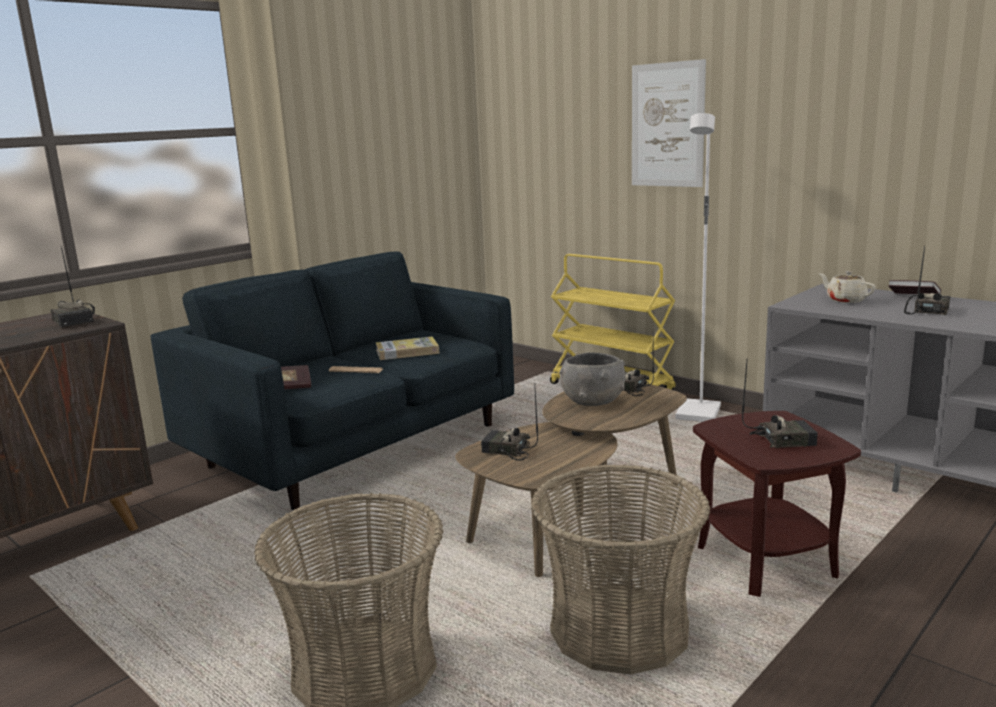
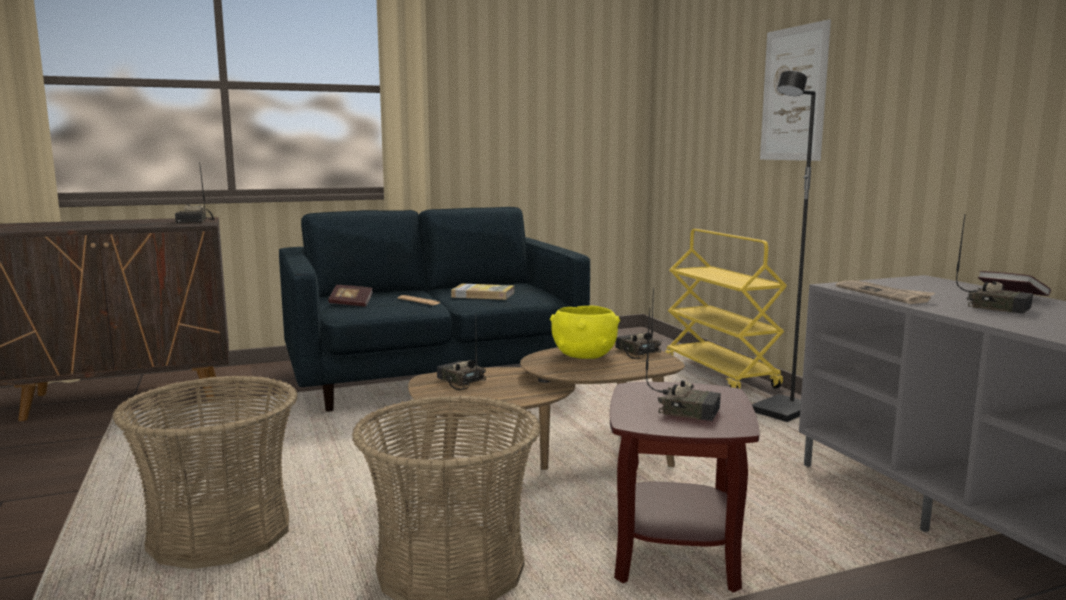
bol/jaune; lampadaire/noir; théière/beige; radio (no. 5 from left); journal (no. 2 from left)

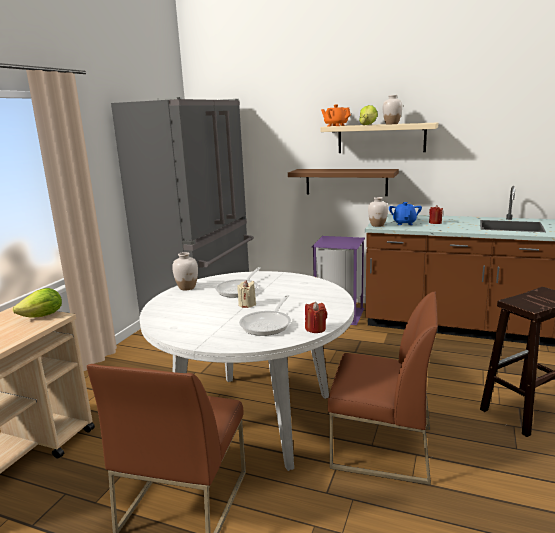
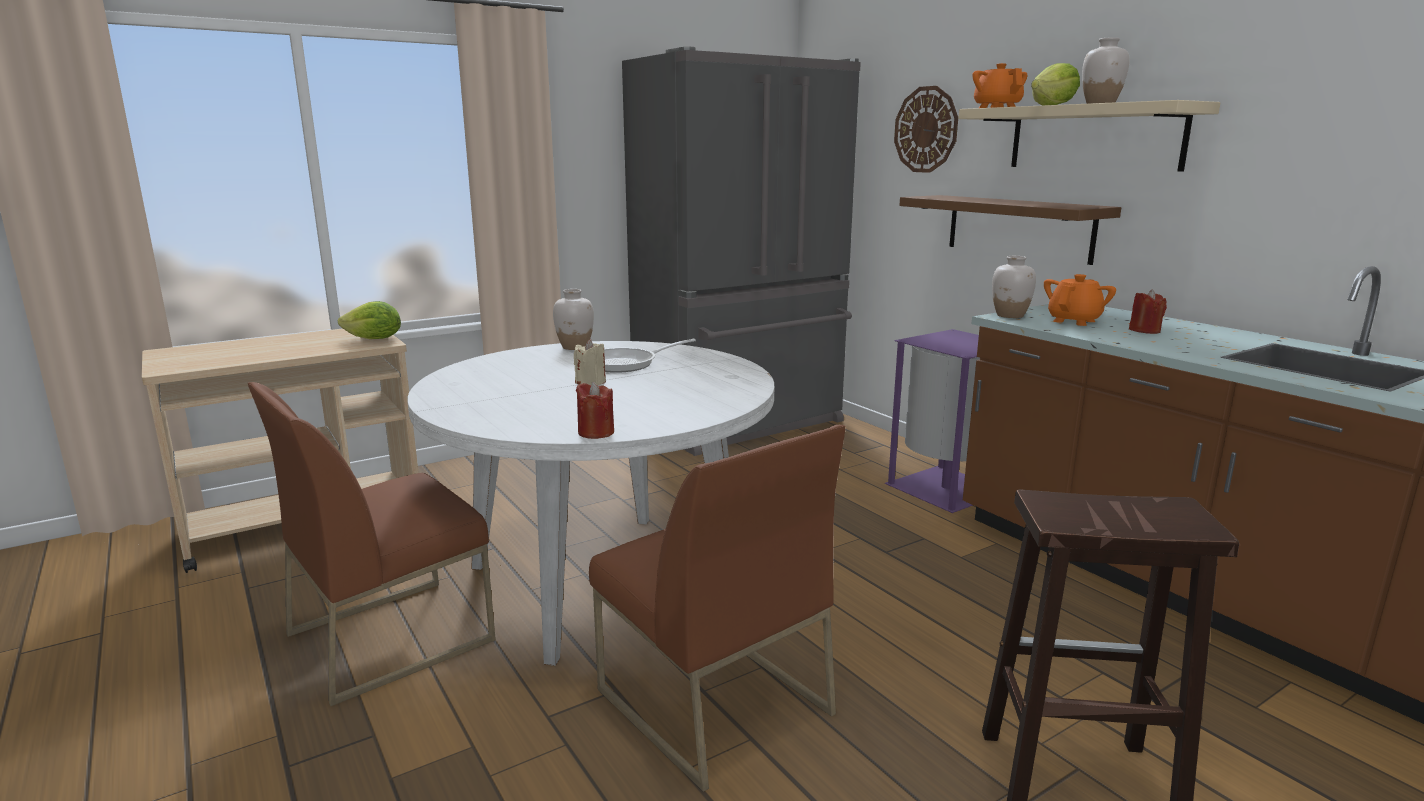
poêle (no. 2 from left in the first image); théière/orange (no. 2 from left); horloge murale

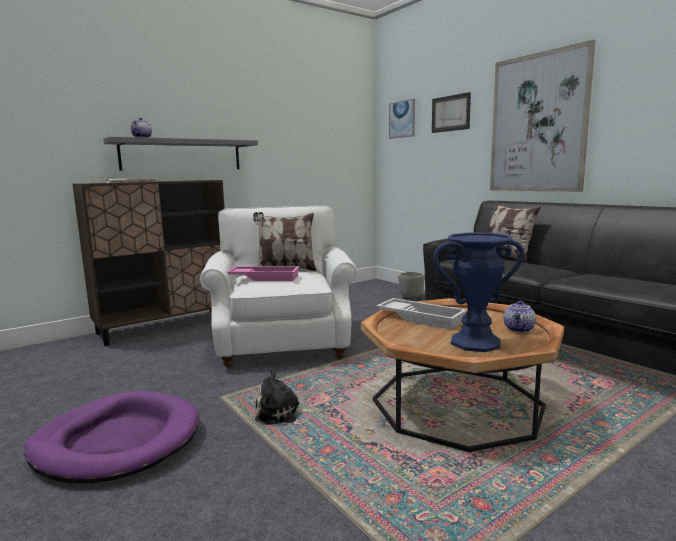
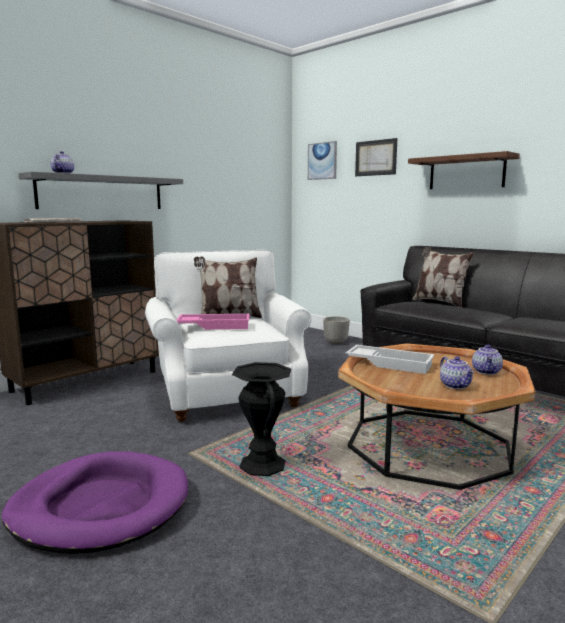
vase/noir; théière (no. 2 from left); étagère/marron

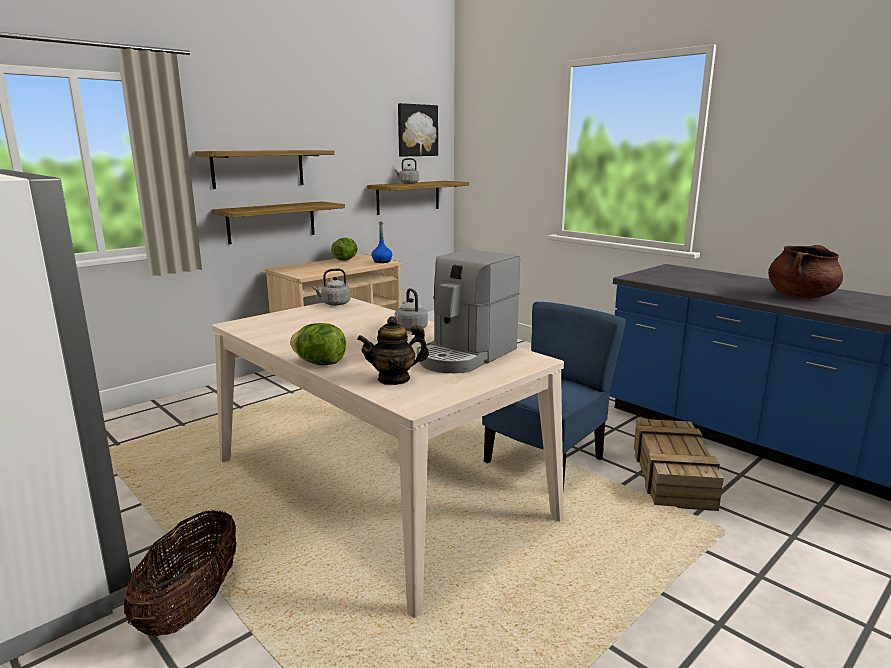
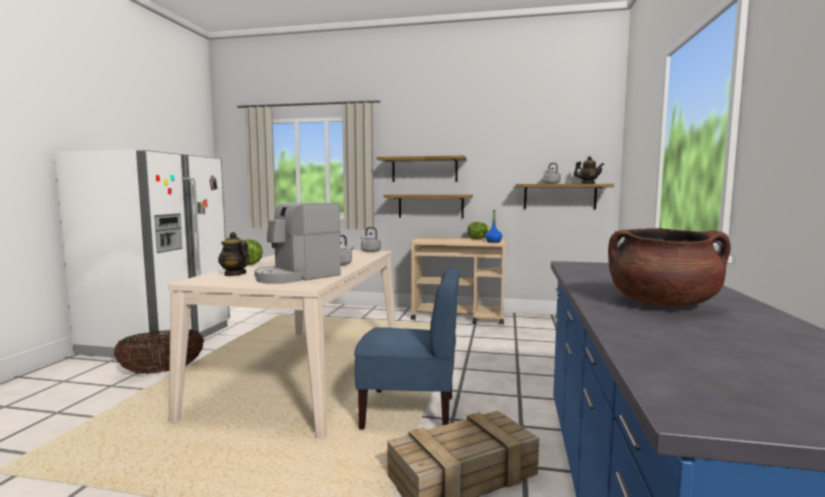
tableau; machine à café; théière (no. 2 from left)

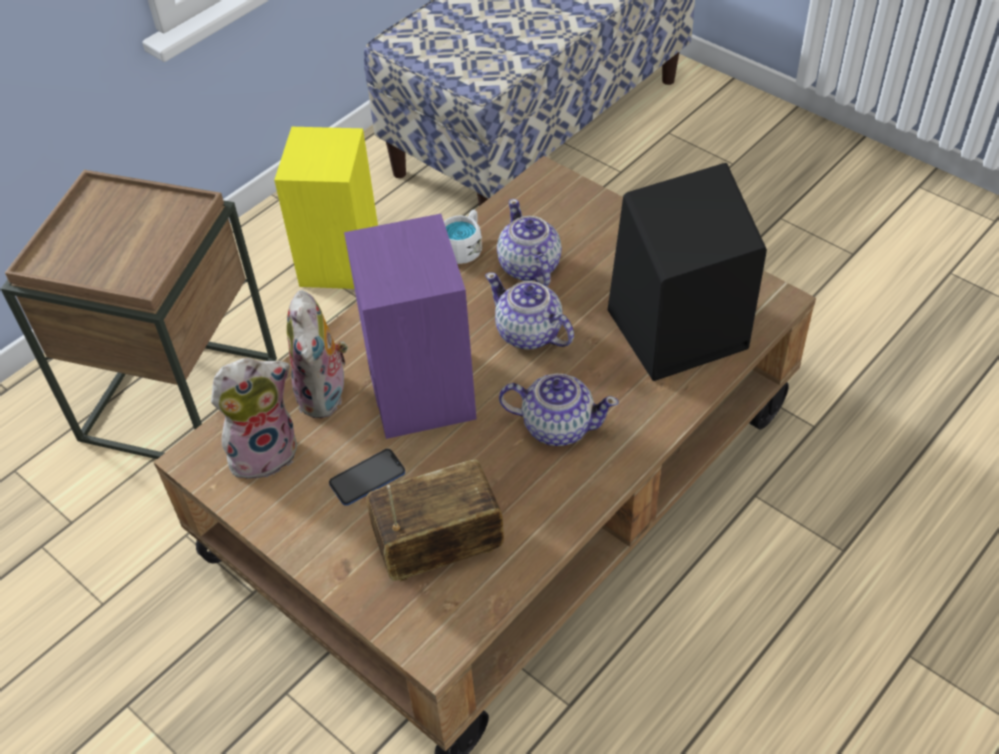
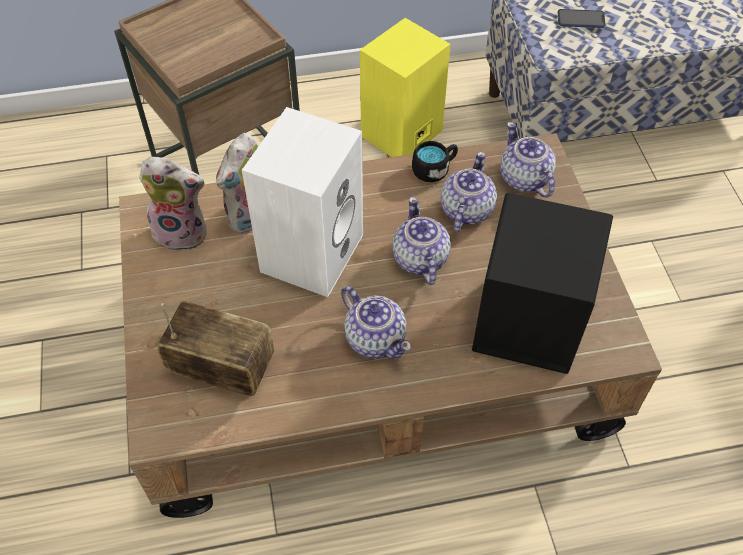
téléphone; enceinte/blanc; mug/noir; théière (no. 4 from left)

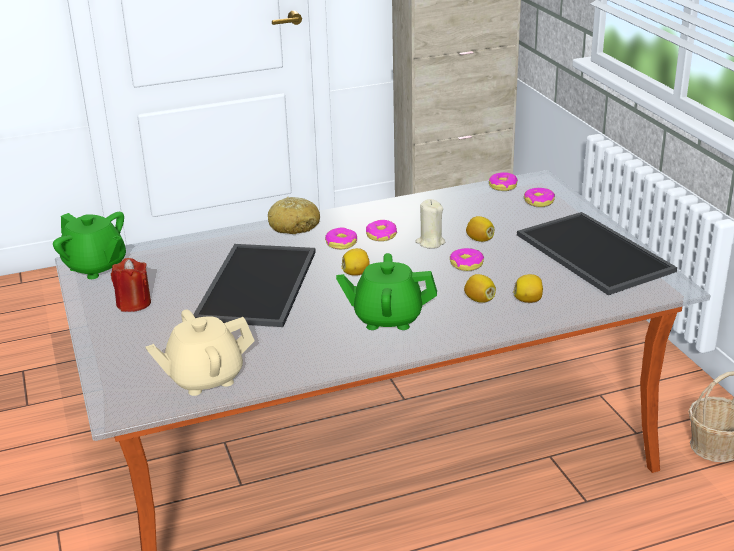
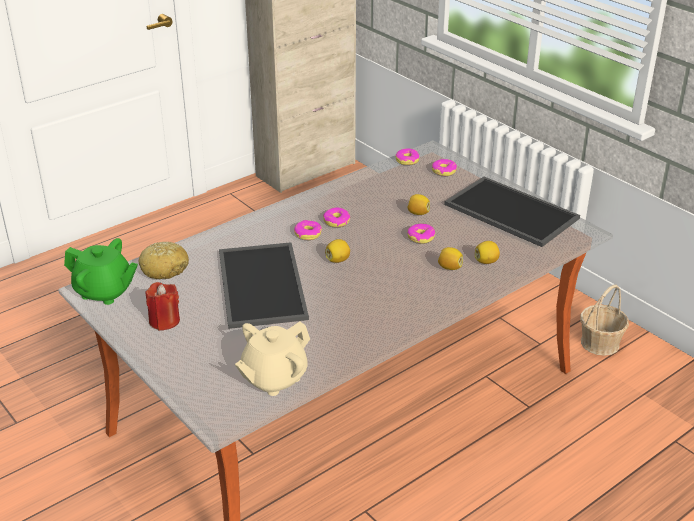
pain; théière/vert (no. 2 from left in the first image); bougie/beige

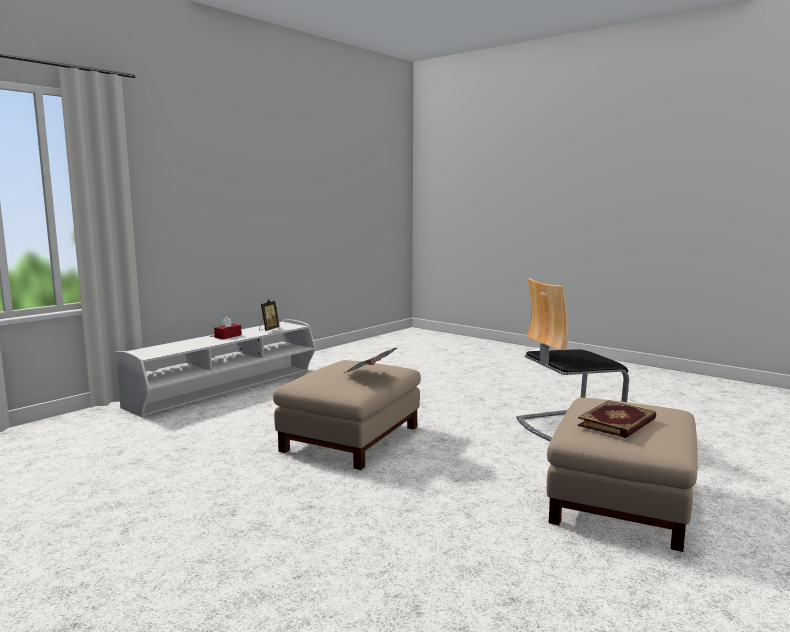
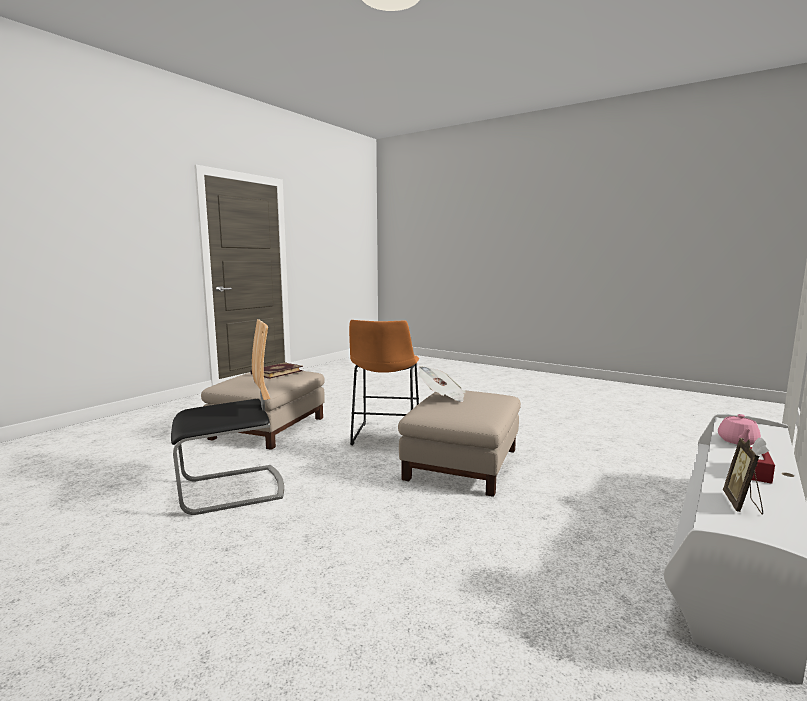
tabouret/orange; théière/rose

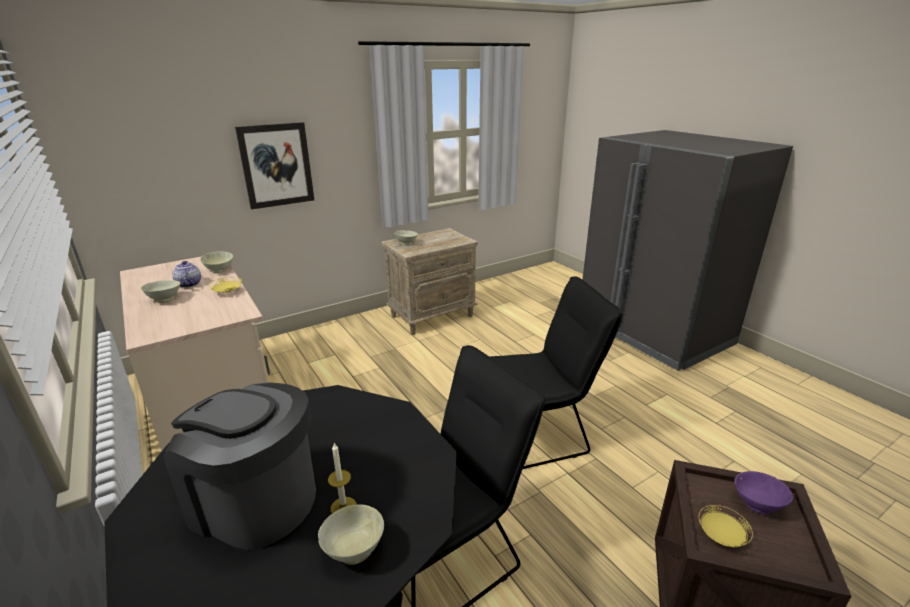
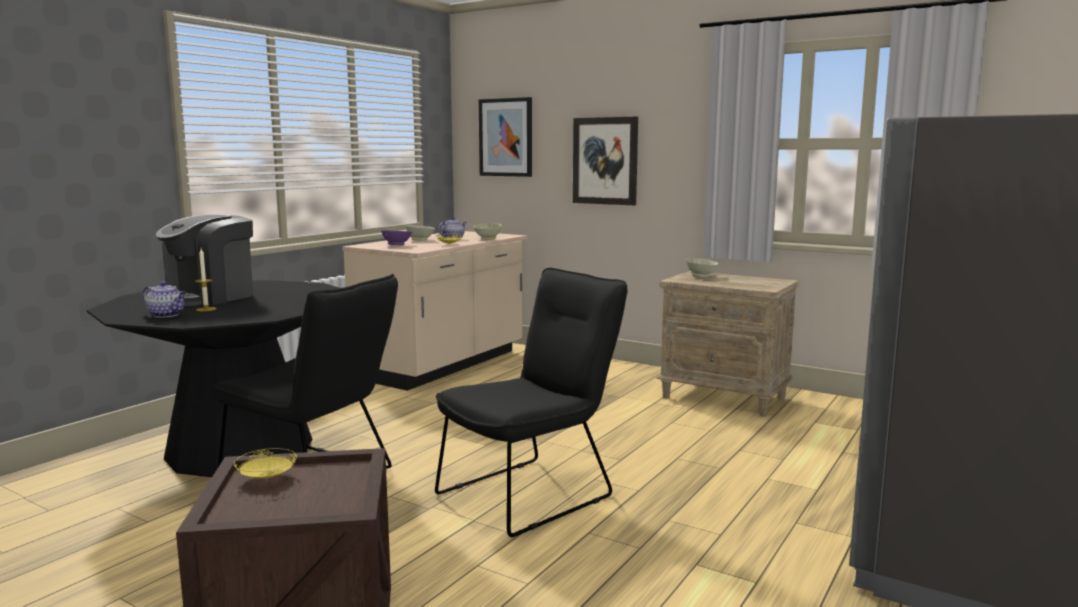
machine à café; théière (no. 1 from left); chaise/noir (no. 2 from left); bol/violet; tableau (no. 1 from left)

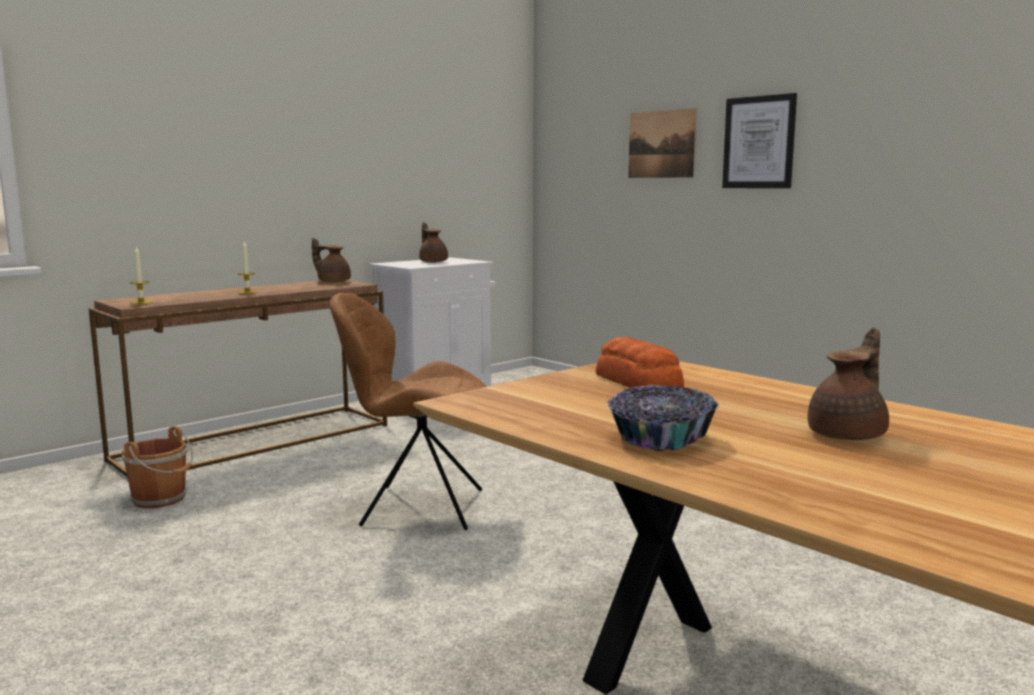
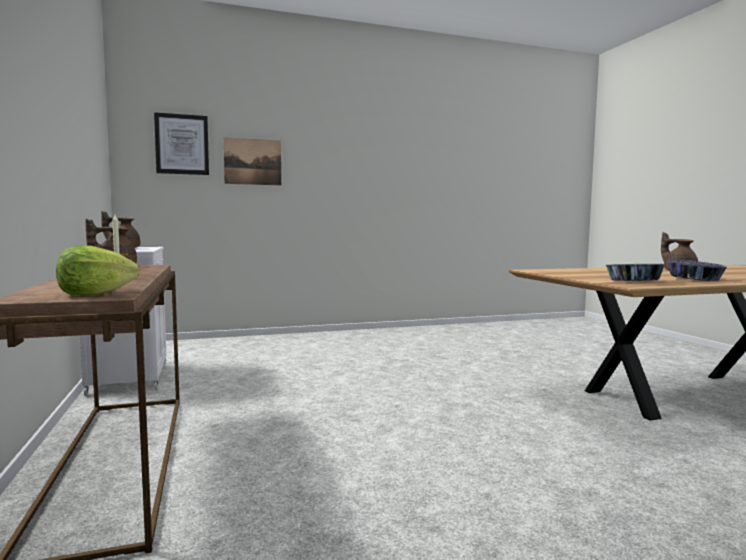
seau/marron; laitue; chaise/marron; pain; tableau (no. 1 from left); bol (no. 1 from left)

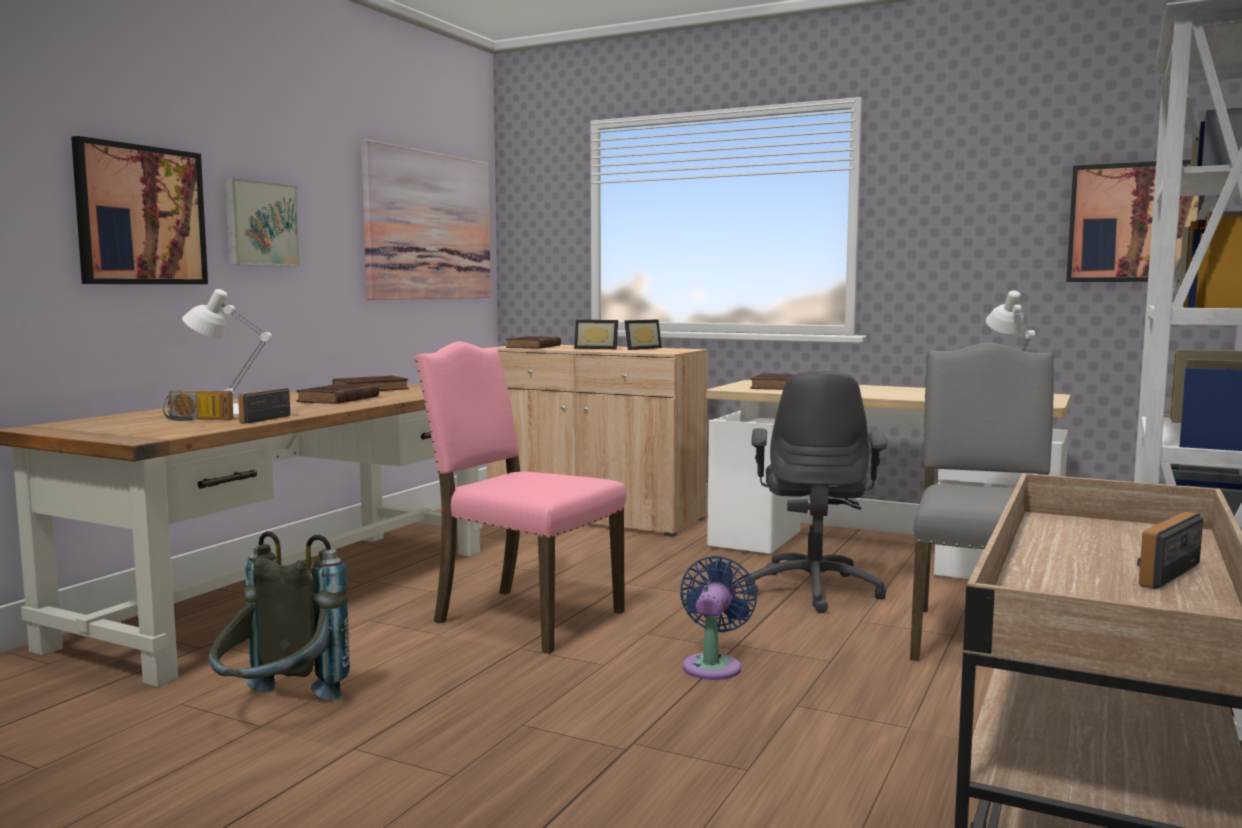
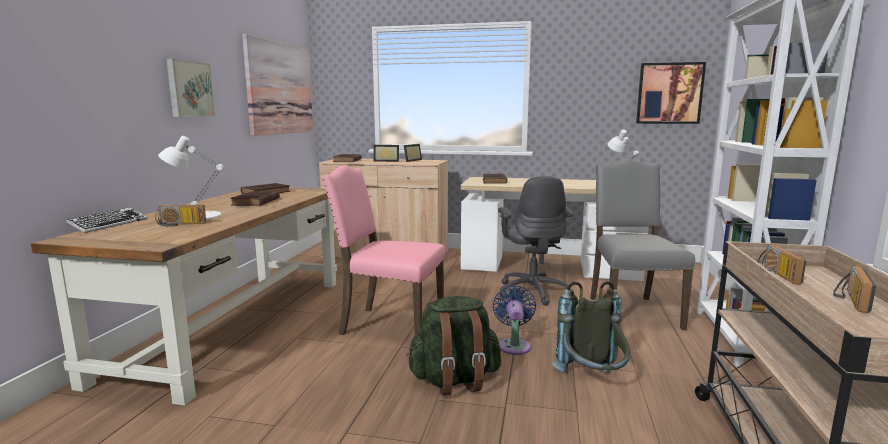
tableau (no. 1 from left in the first image); sac à dos/gris; radio (no. 2 from left); clavier; sac à dos/vert

